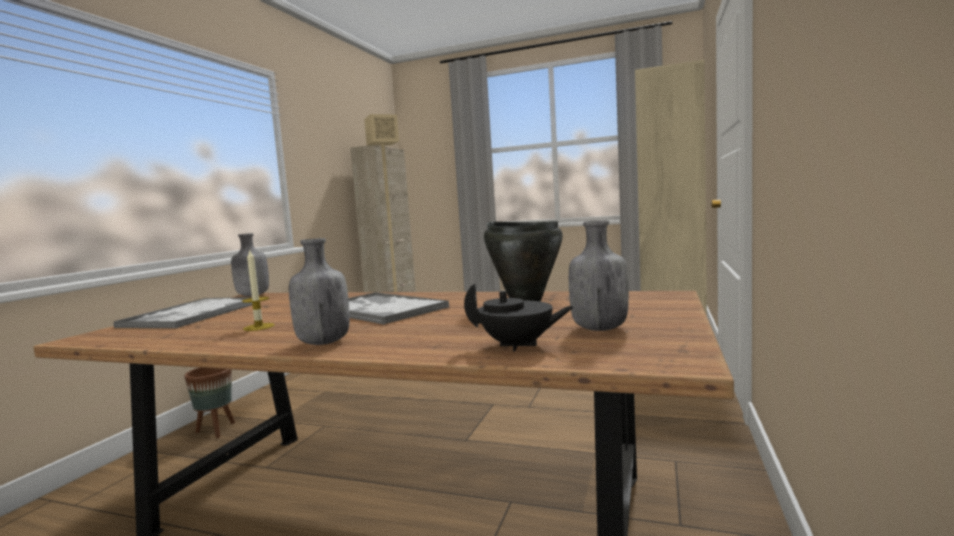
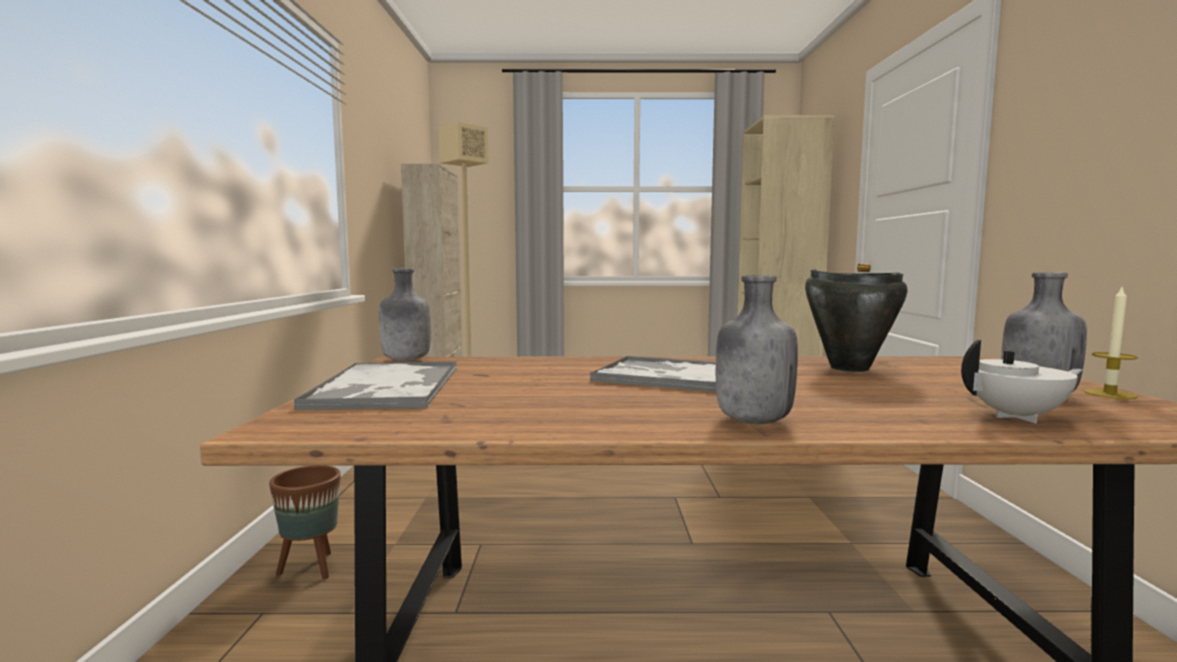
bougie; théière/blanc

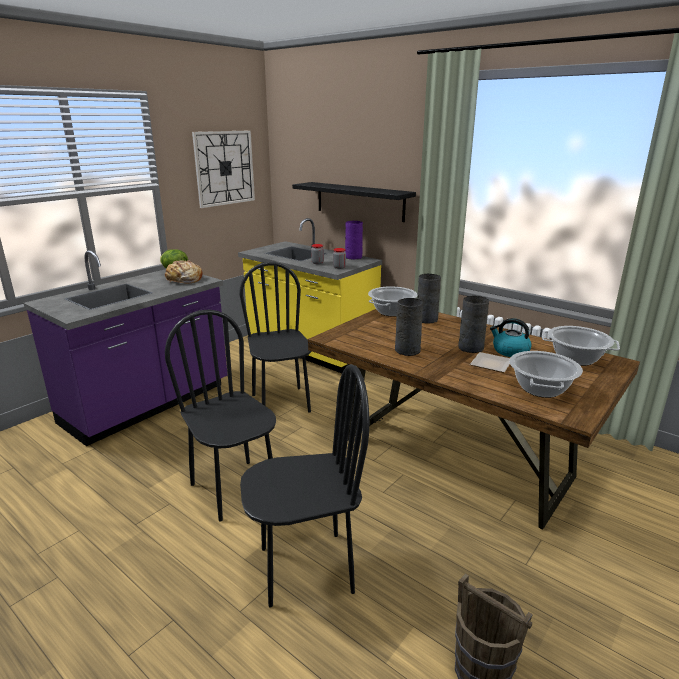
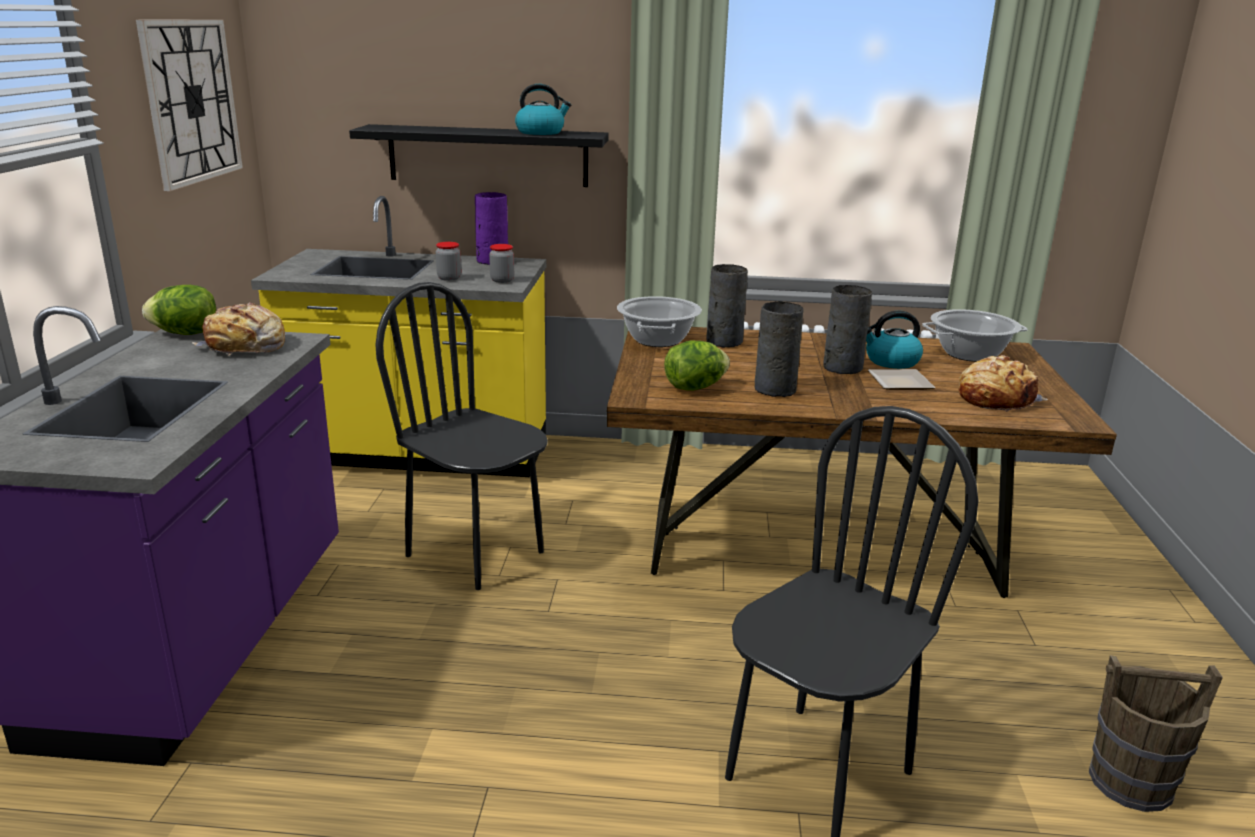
chaise/noir (no. 1 from left in the first image); pain (no. 2 from left); bouilloire (no. 1 from left); laitue (no. 2 from left)

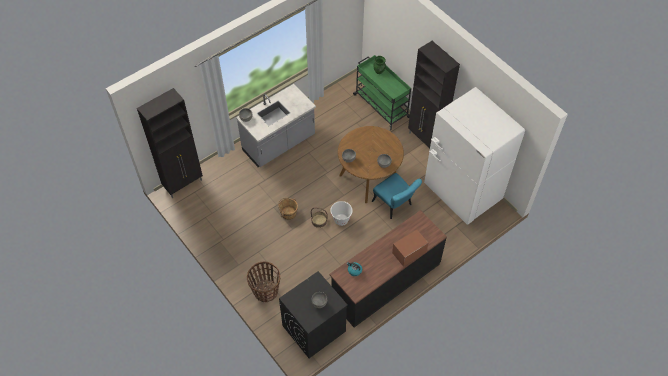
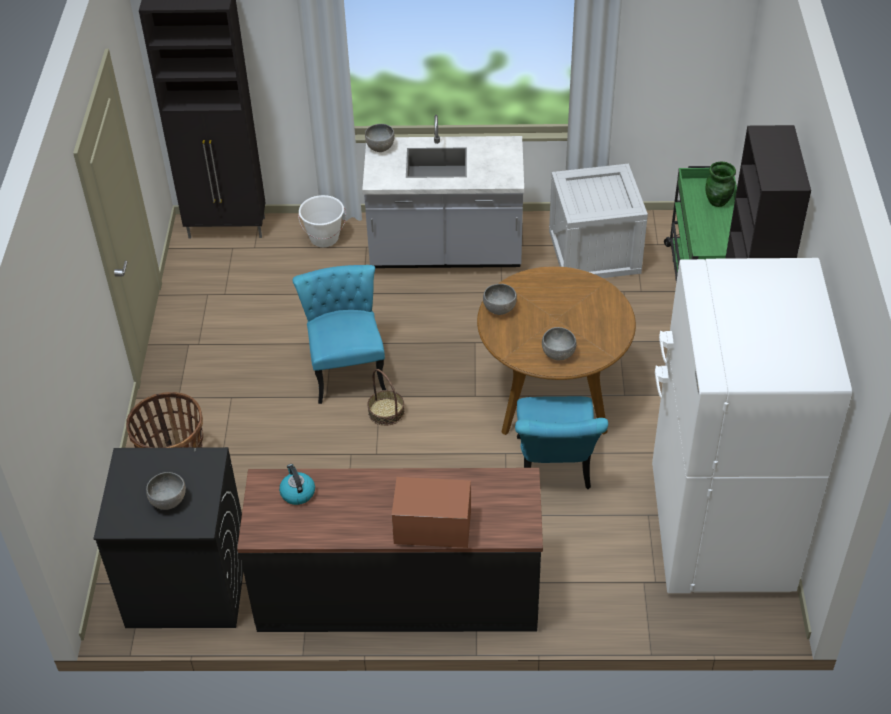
chaise/turquoise (no. 1 from left); seau/blanc; caisse

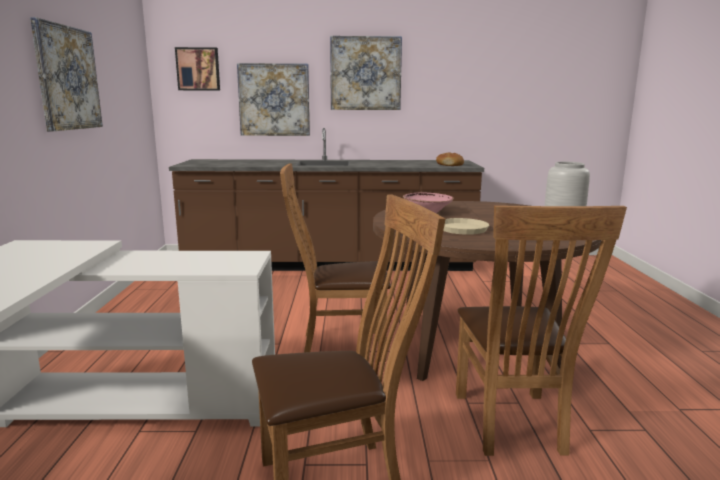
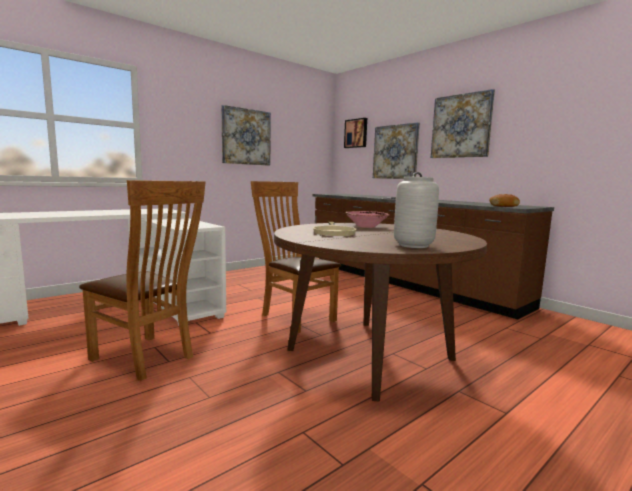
chaise/marron (no. 3 from left in the first image)

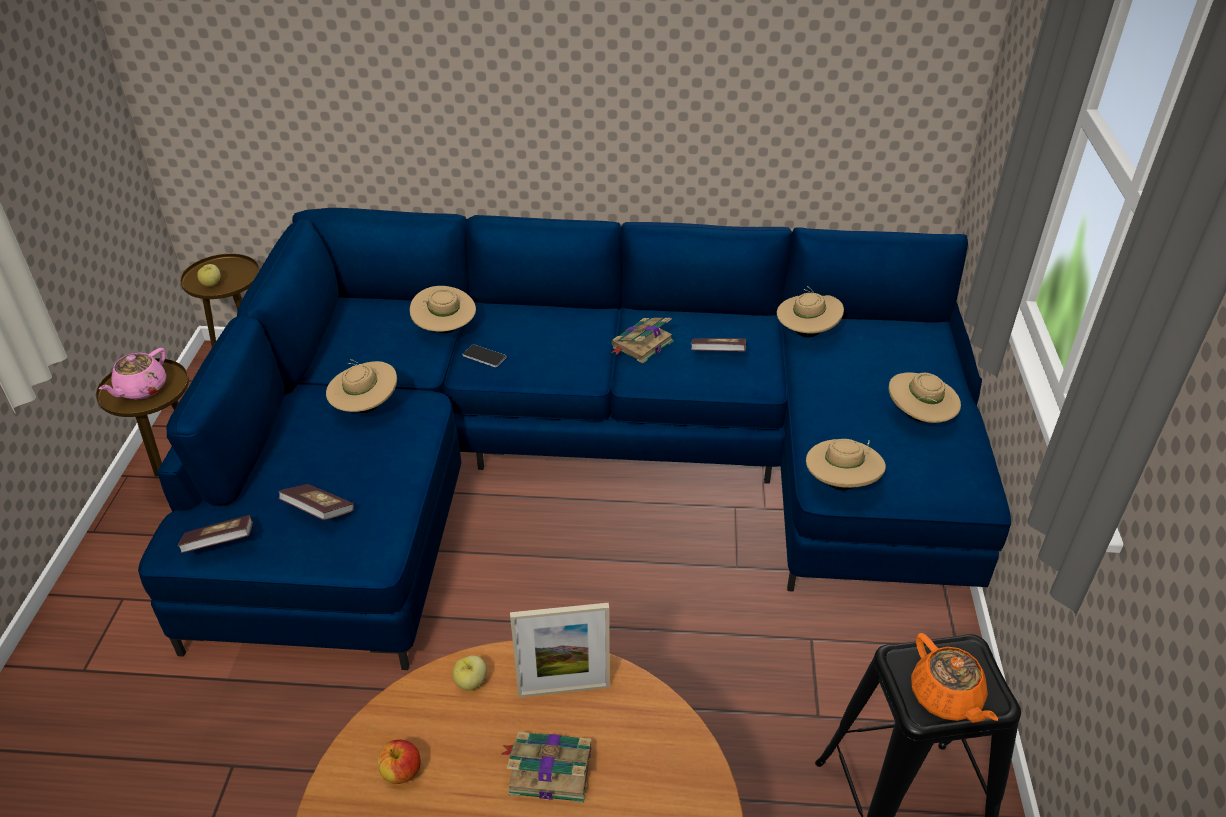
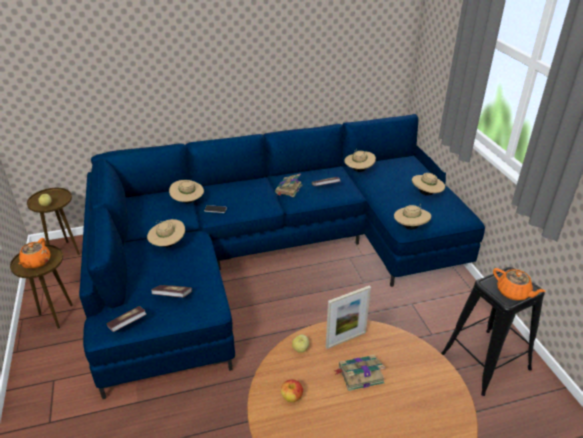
théière/orange (no. 1 from left)

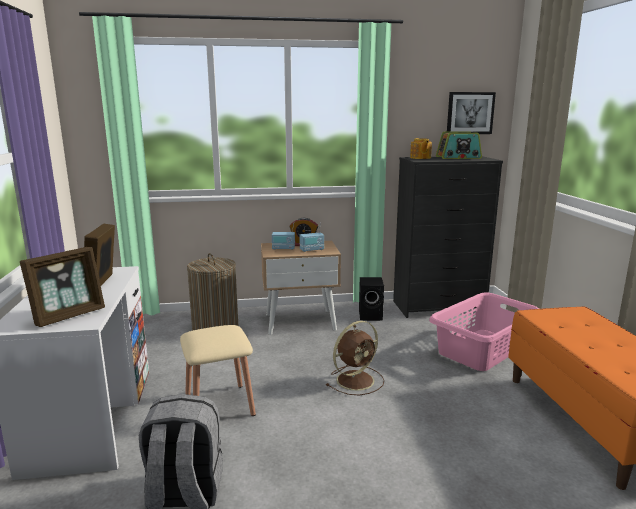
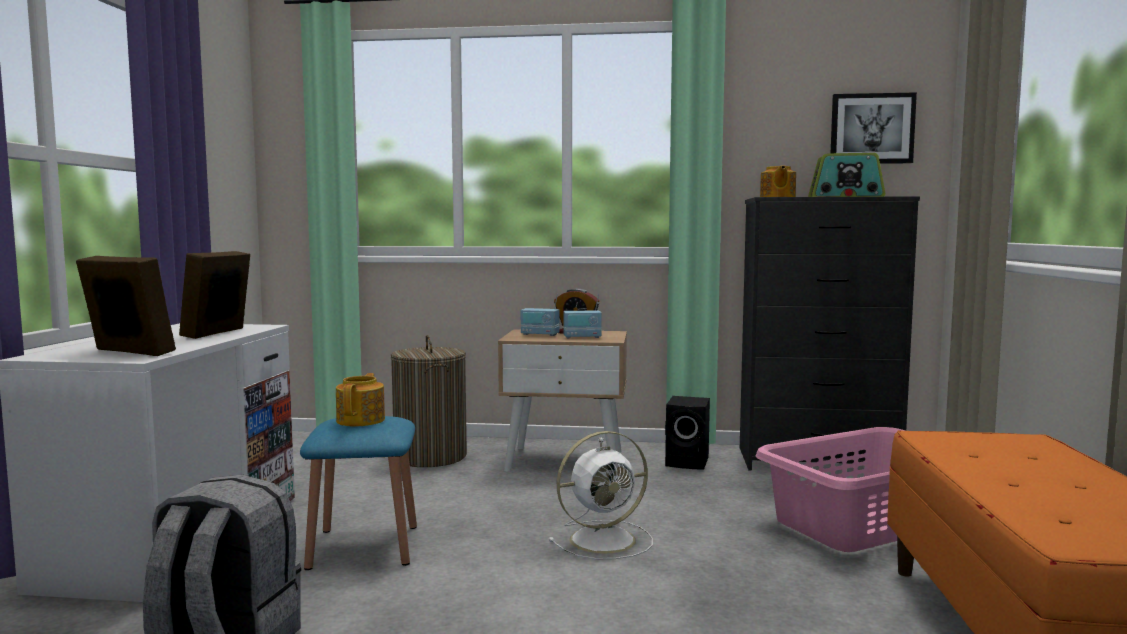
cadre photo (no. 1 from left); tabouret/bleu; ventilateur/blanc; théière (no. 1 from left)

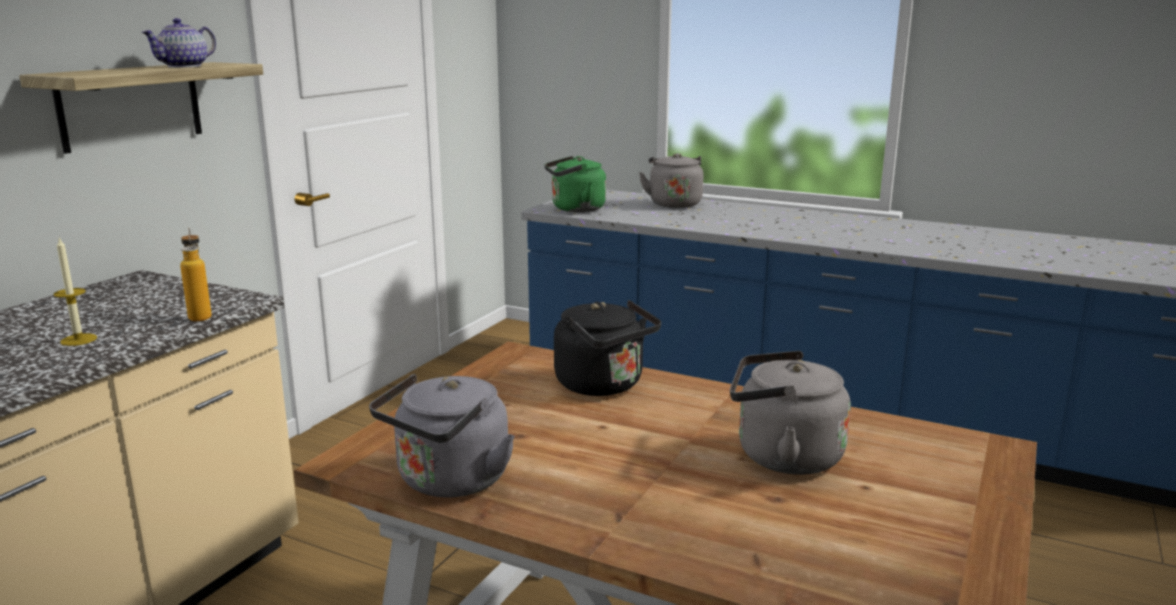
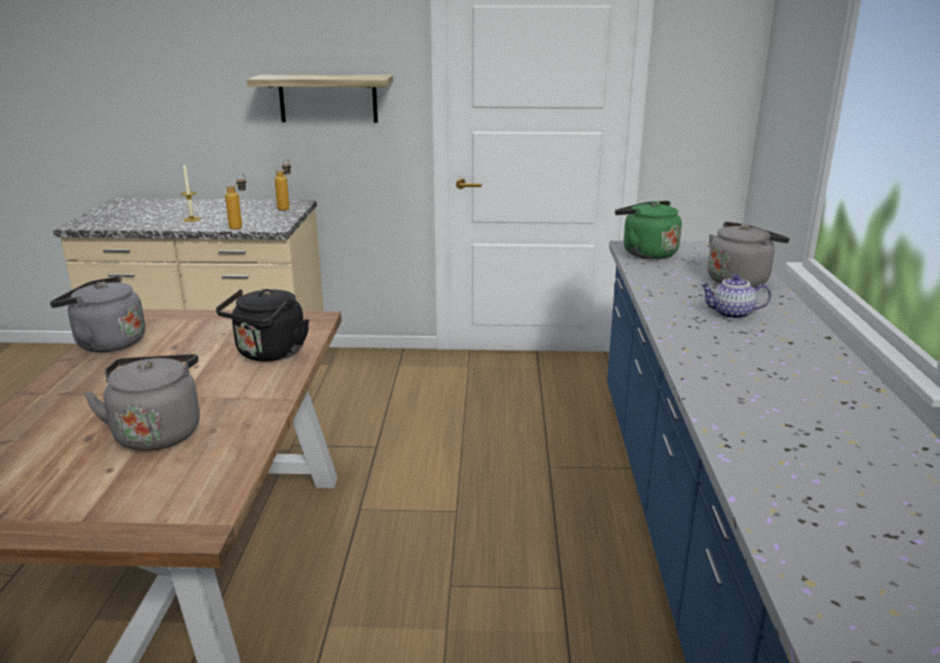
théière; bouteille (no. 2 from left)

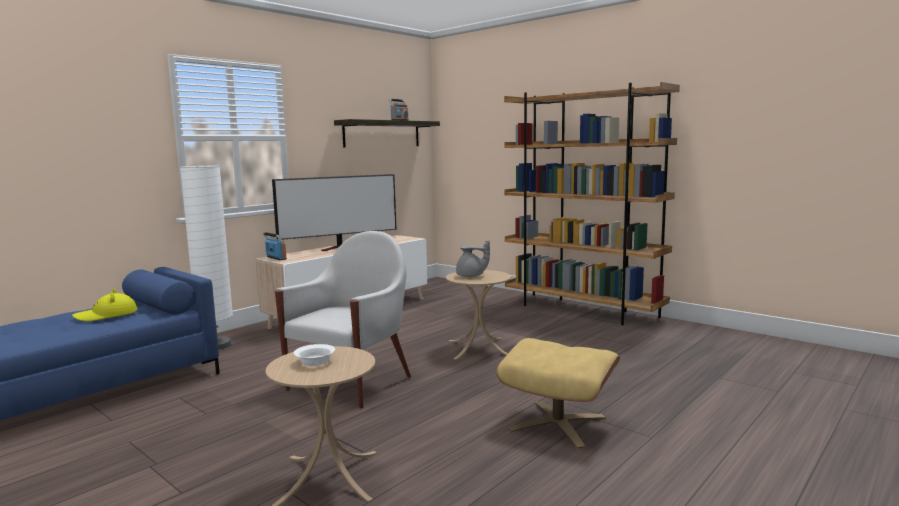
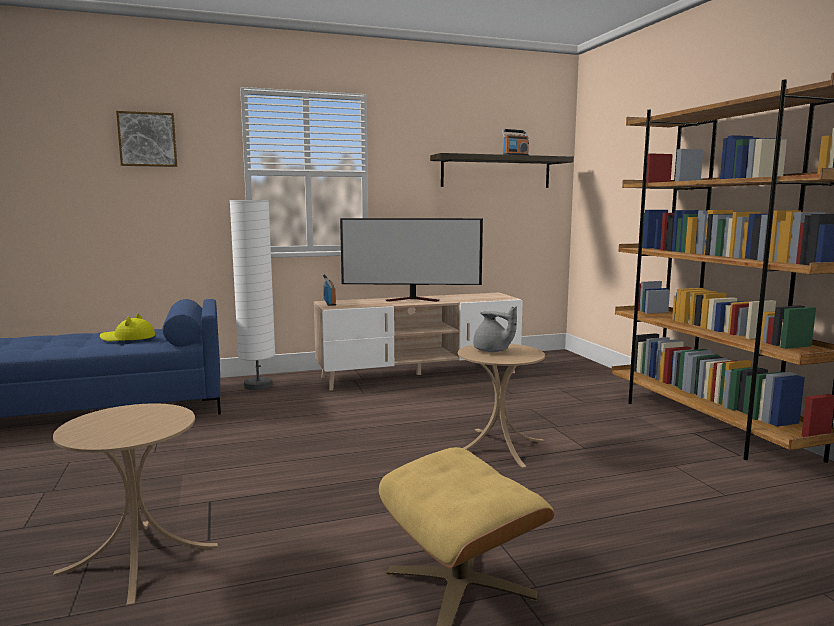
fauteuil/blanc; bol/blanc; tableau

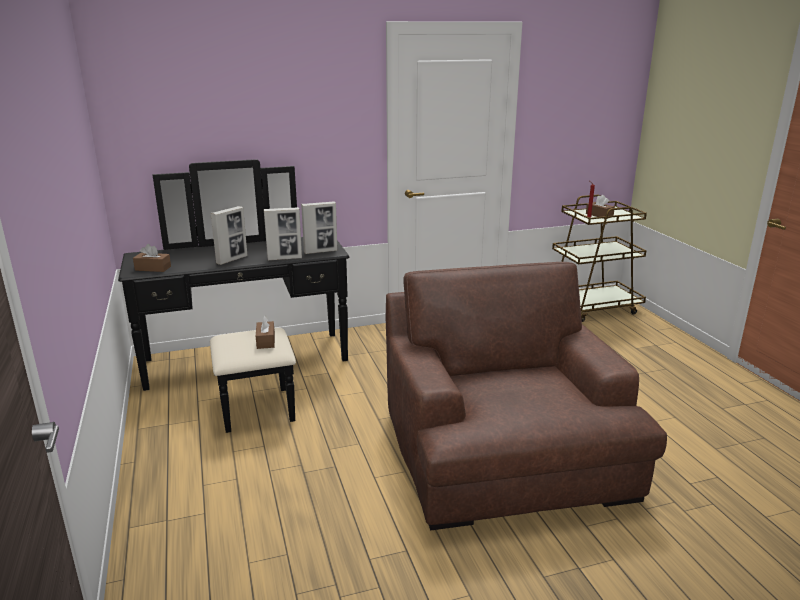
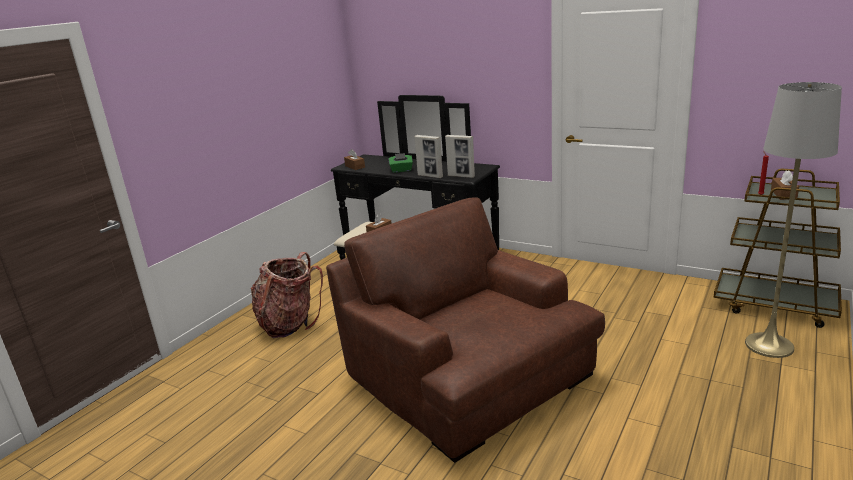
boîte à mouchoirs/vert; fauteuil/marron; sac à dos; lampadaire/gris

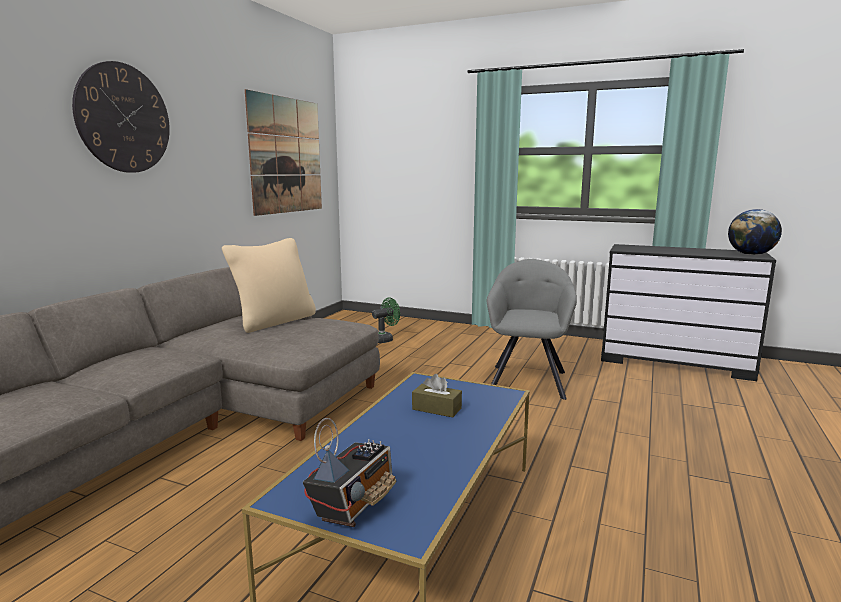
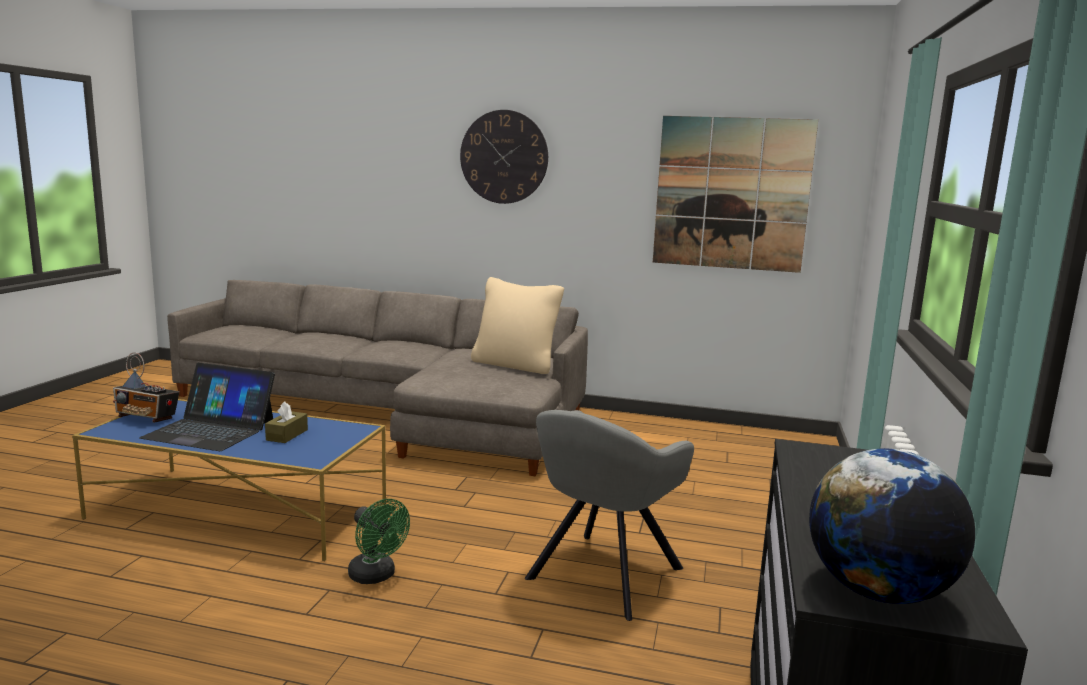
ventilateur/vert; fauteuil/gris; ordinateur portable

